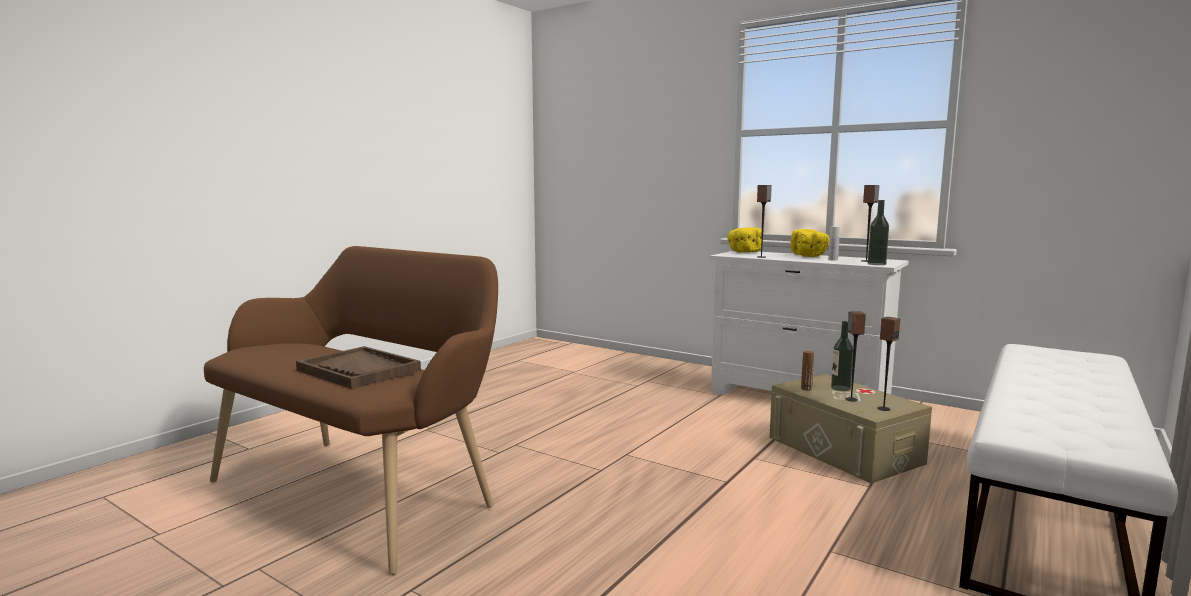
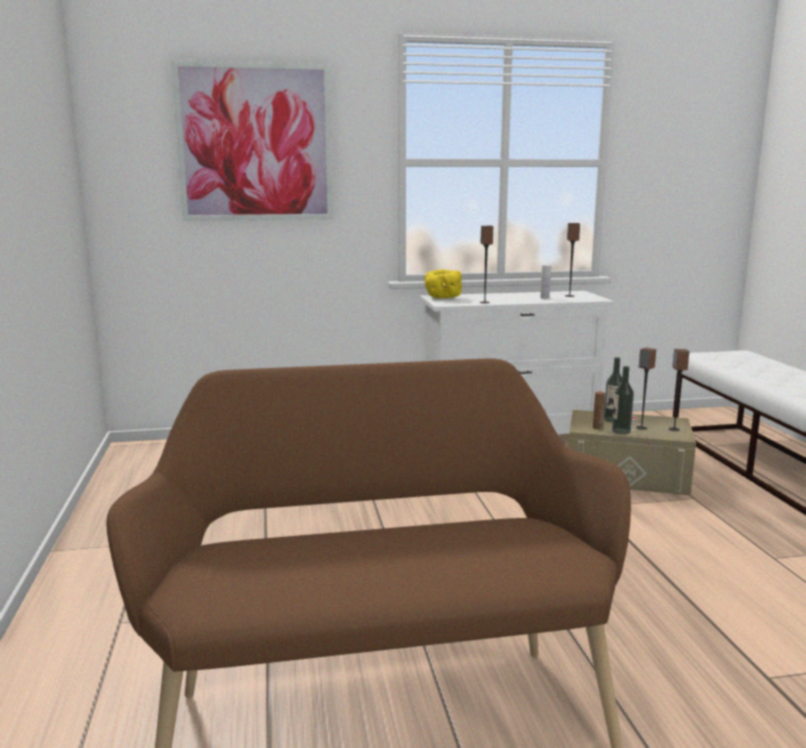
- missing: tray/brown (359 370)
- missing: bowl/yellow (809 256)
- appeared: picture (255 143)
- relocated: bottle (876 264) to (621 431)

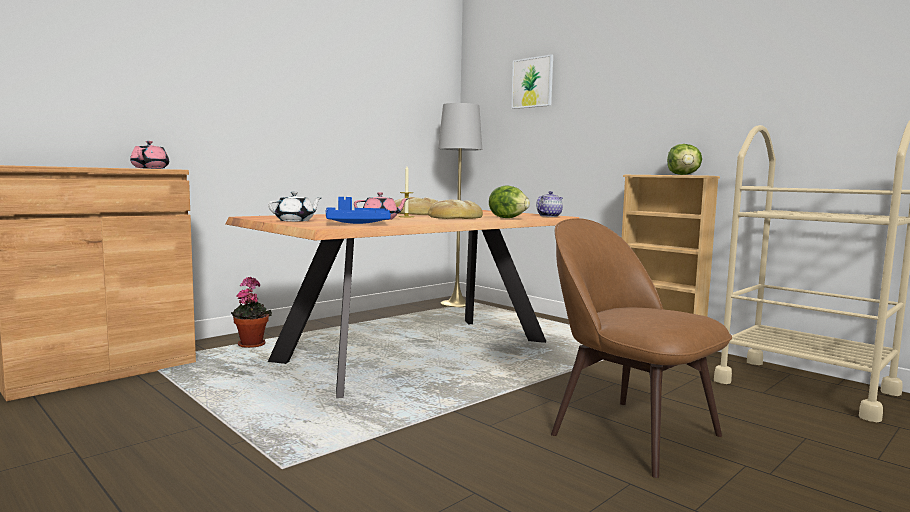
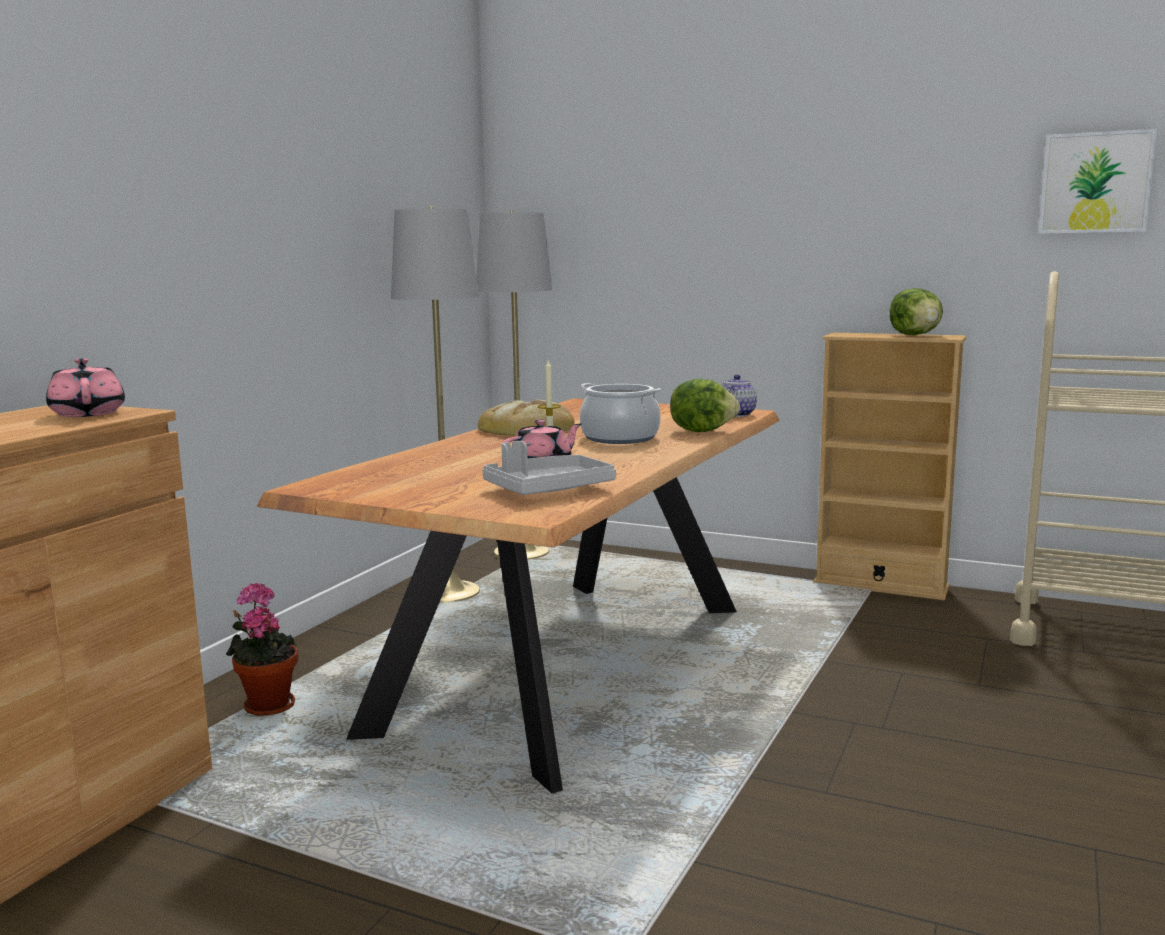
- missing: teapot/white (295 221)
- missing: chair/brown (629 432)
- appeared: floor lamp/grey (448 593)
- relocated: picture (532 82) to (1095 183)
- exchanged: bread (454 217) to cooking pot (620 438)
- colour: tray/blue (356 223) to tray/grey (548 490)

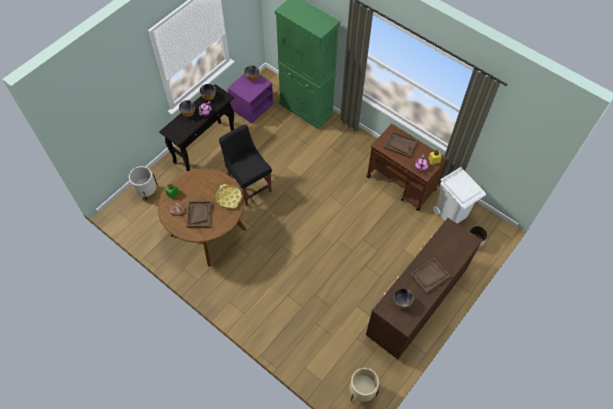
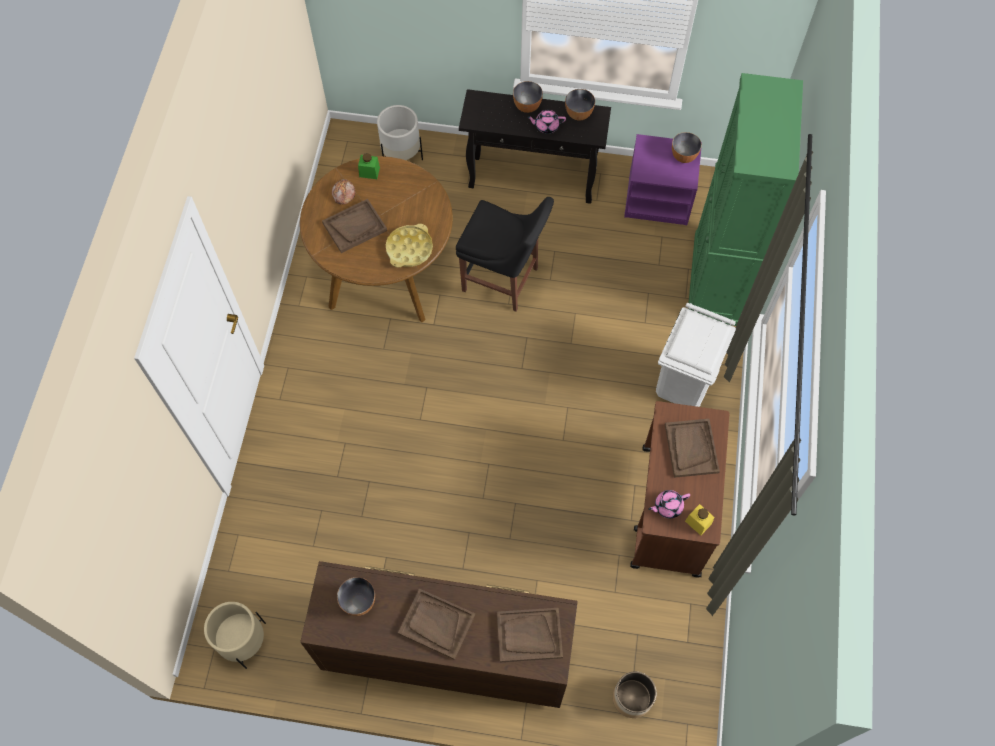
- appeared: tray/brown (529 635)
- relocated: trash can/white (452 212) to (684 384)
- spun: chair/black (249 186) = (503 281) 90 degrees clockwise

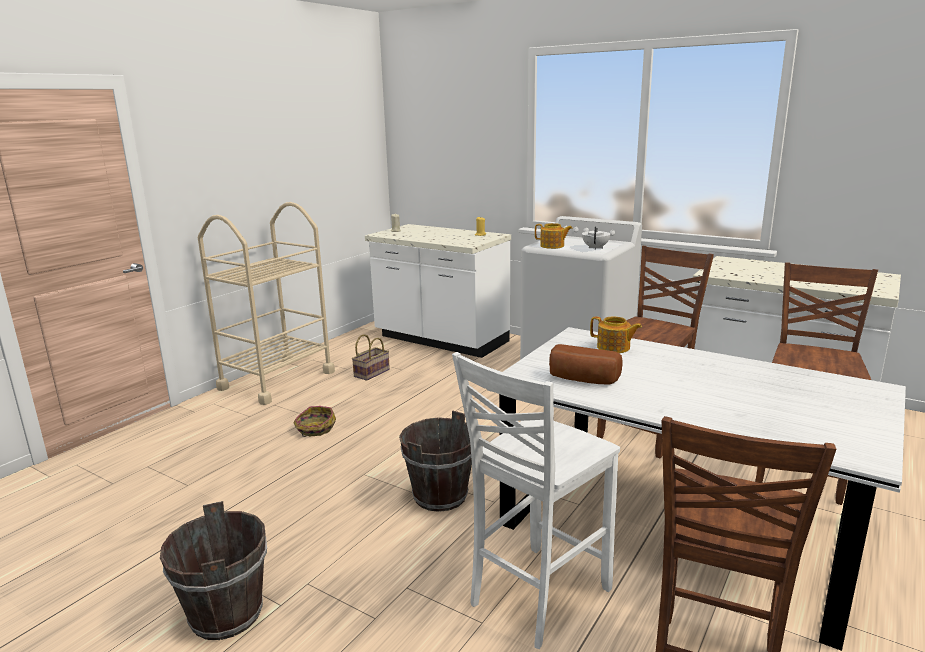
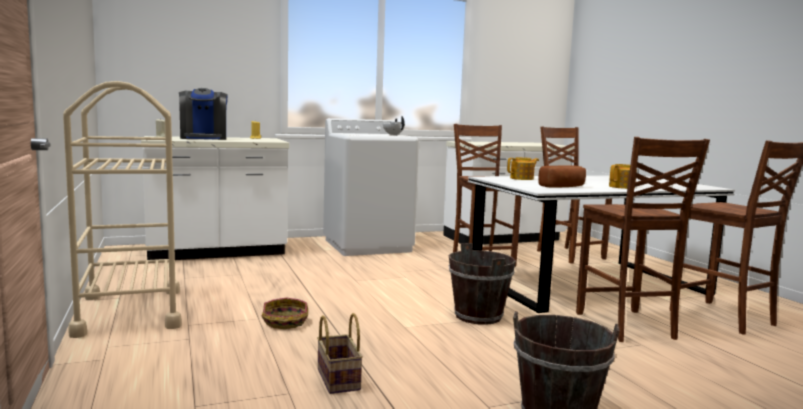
- appeared: coffee machine (204 138)
- relocated: basket (372 372) to (336 379)
- relocated: teapot (552 246) to (622 187)
- colour: chair/white (536 596) to chair/brown (626 326)

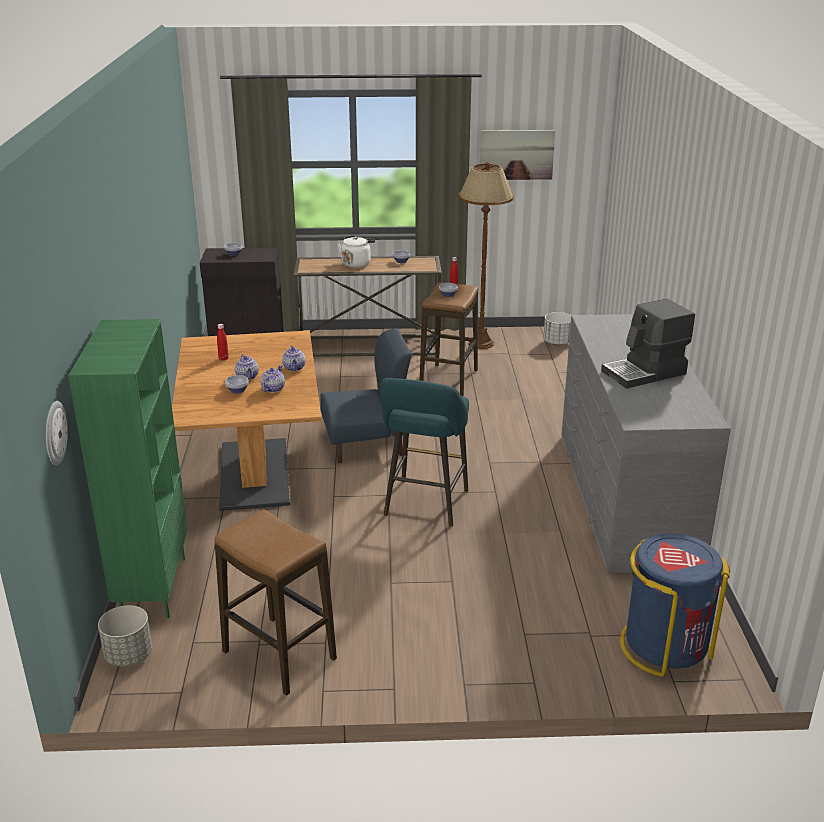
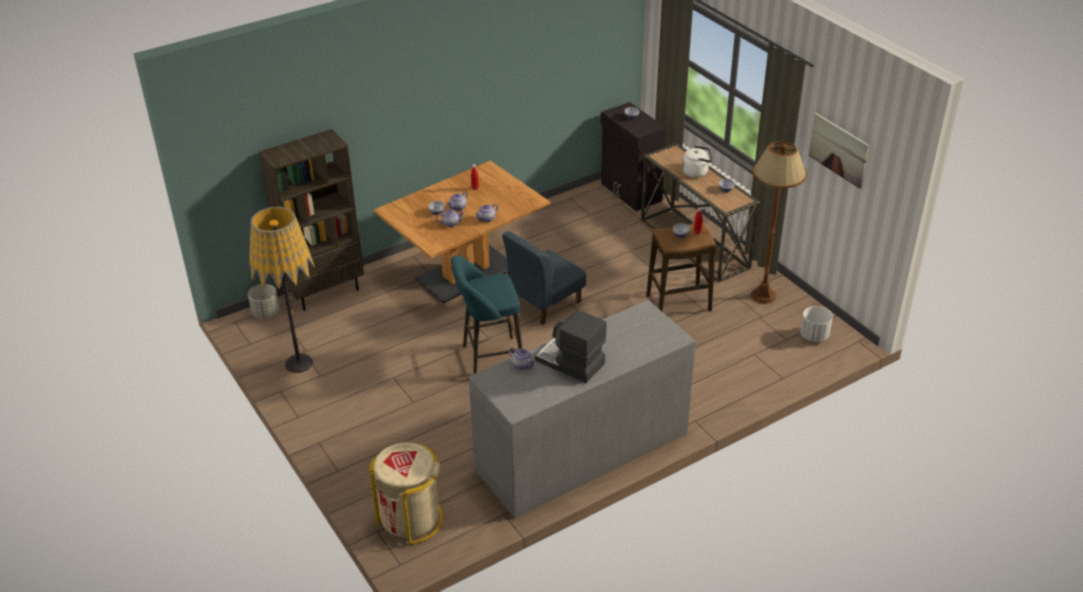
- missing: wall clock (54 433)
- appeared: teapot (523 365)
- exchanged: stool (279 655) to floor lamp (298 363)
- colour: bookcase/green (153 587) to bookcase/brown (325 292)
- colour: trash can/blue (664 646) to trash can/beige (411 518)
- spun: chair/blue (366 444) = (544 303) 90 degrees clockwise

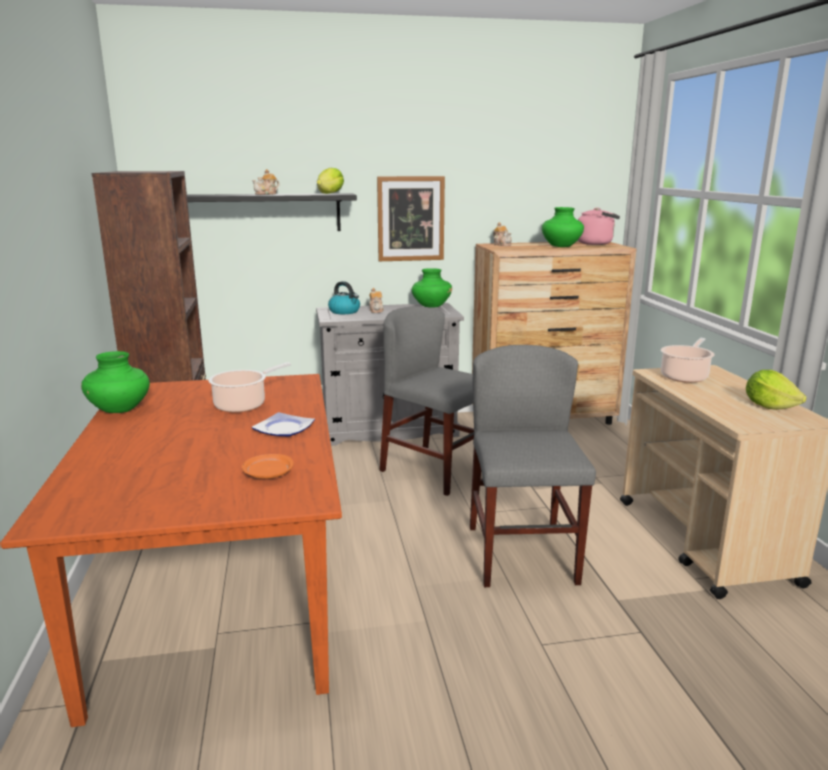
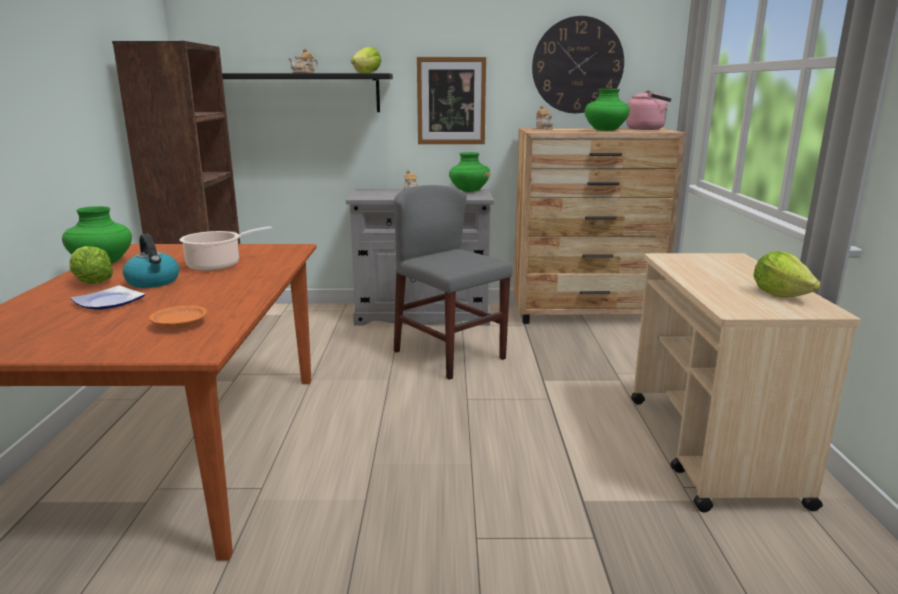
- missing: chair/grey (521 554)
- missing: cooking pot (685 376)
- appeared: lettuce (92 283)
- appeared: wall clock (577 65)
- relocated: plate (285 428) to (111 302)
- relocated: kettle (345 311) to (153 282)

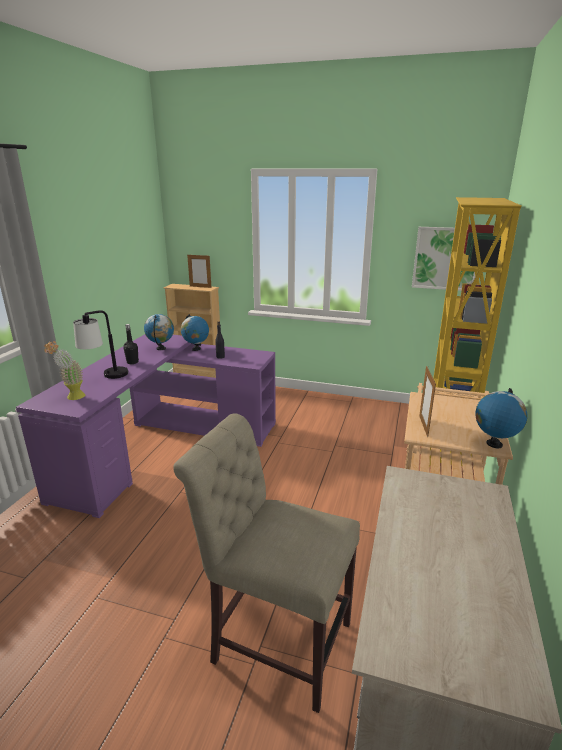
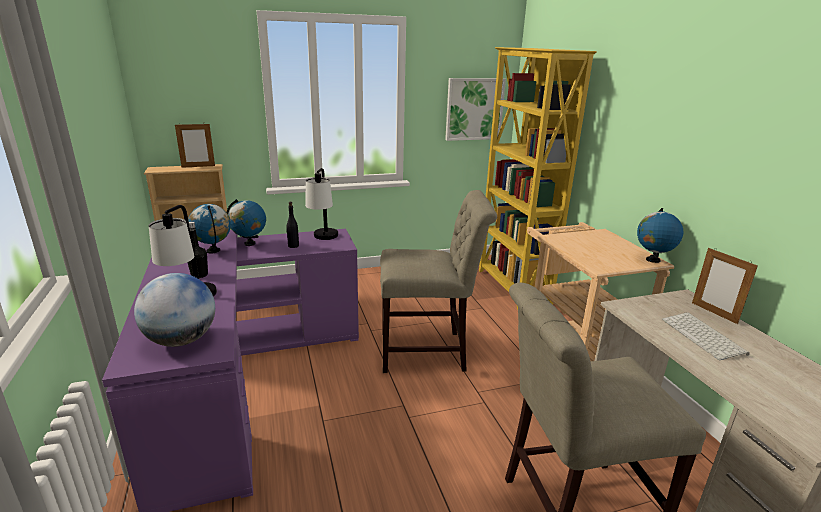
- appeared: table lamp (324 240)
- appeared: chair/beige (428 351)
- appeared: keyboard (704 336)
- relocated: picture frame (423 426) to (714 313)
- exchanged: potted plant (72 398) to globe (181 340)

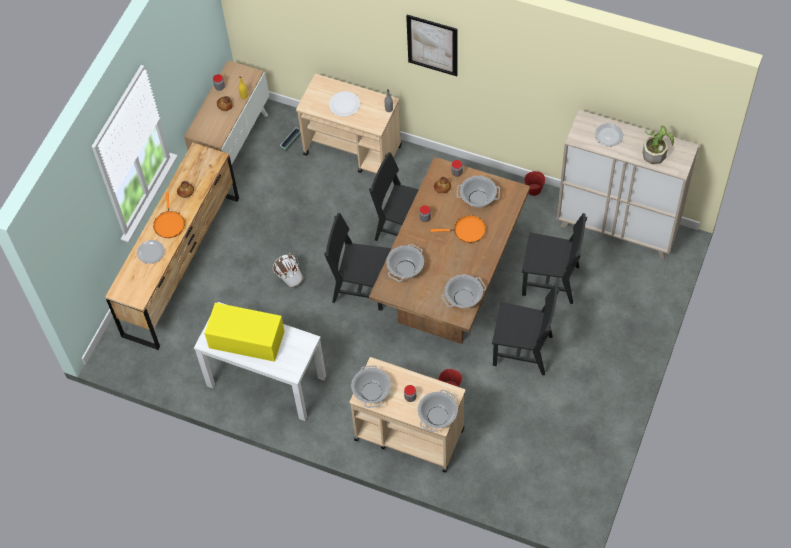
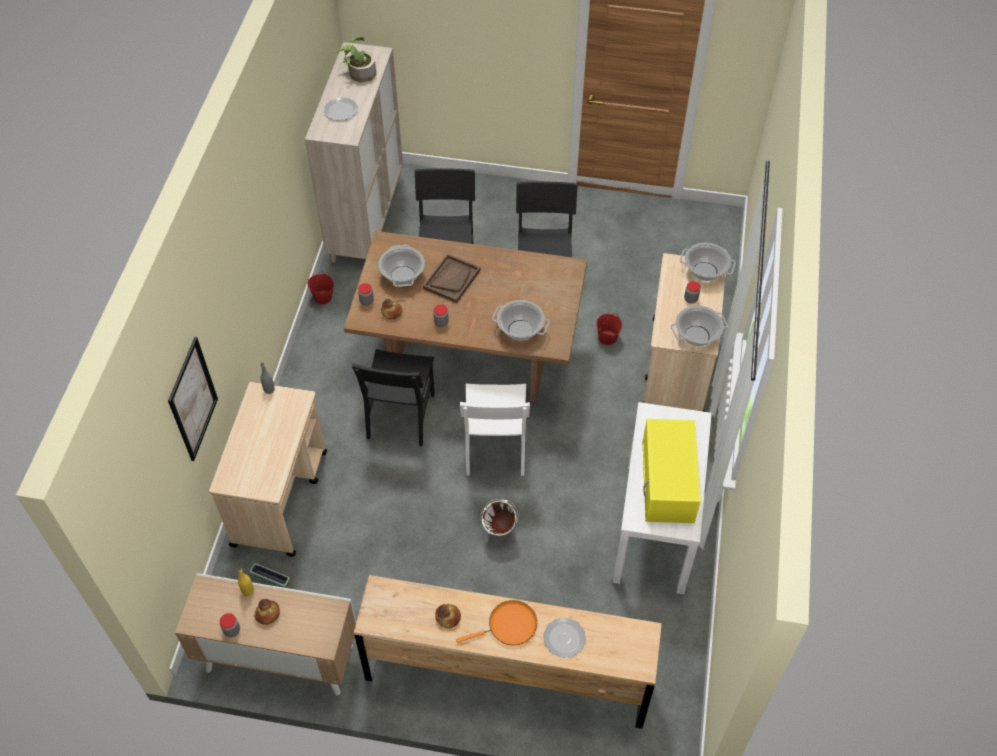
- missing: plate/white (344 104)
- missing: cooking pot (463 298)
- relocated: picture (432 45) to (193 399)
- exchanged: frying pan/orange (467 231) to tray/brown (452 279)
- colour: chair/black (361 287) to chair/white (495 447)

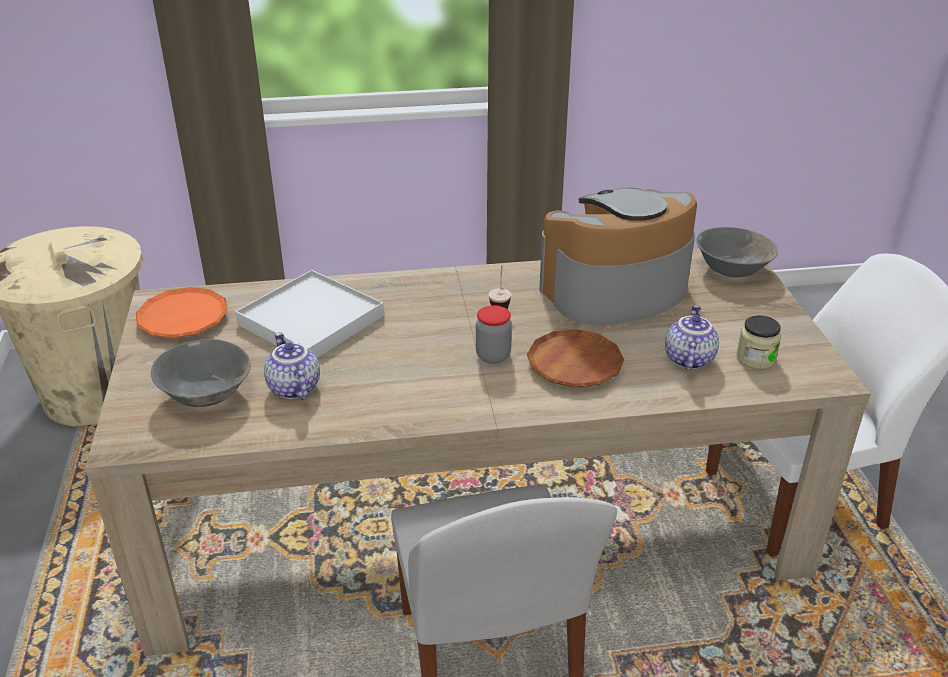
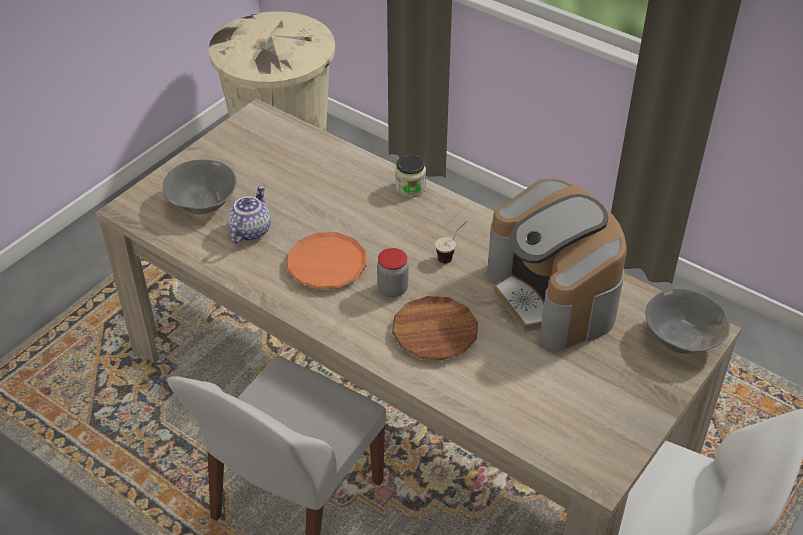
- missing: tray/white (311 320)
- missing: teapot (687 359)
- relocated: plate/orange (183 318) to (327 265)
- relocated: jar (755 358) to (410 188)
- spun: coffee machine (615 291) = (554 295) 135 degrees counterclockwise

